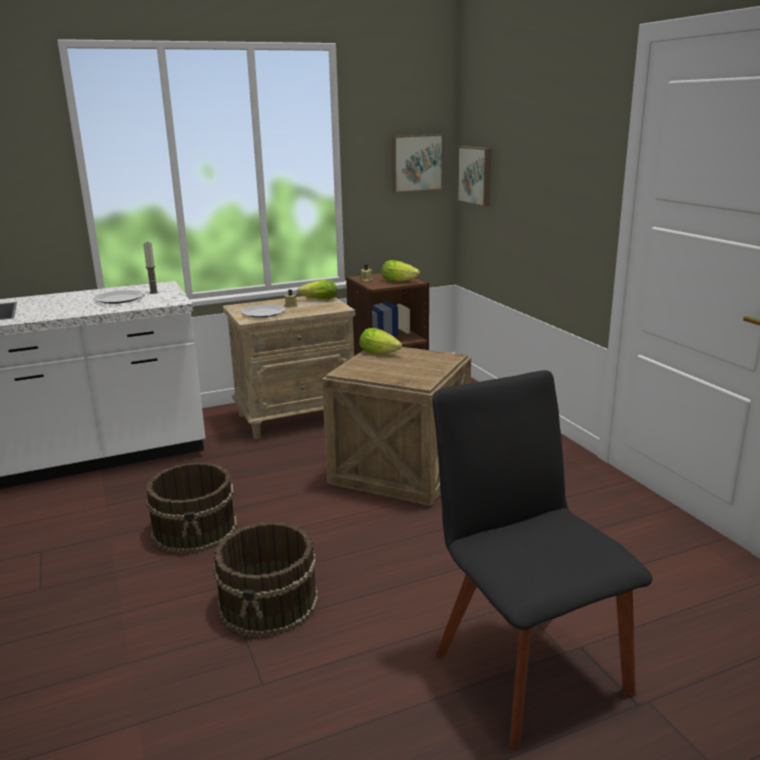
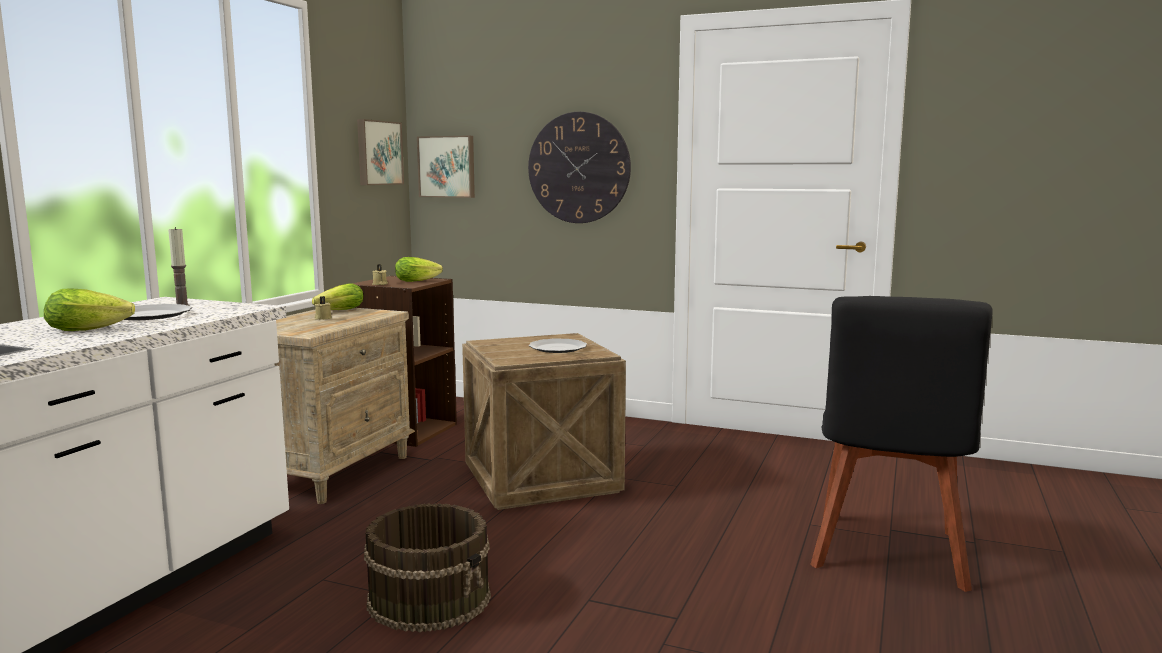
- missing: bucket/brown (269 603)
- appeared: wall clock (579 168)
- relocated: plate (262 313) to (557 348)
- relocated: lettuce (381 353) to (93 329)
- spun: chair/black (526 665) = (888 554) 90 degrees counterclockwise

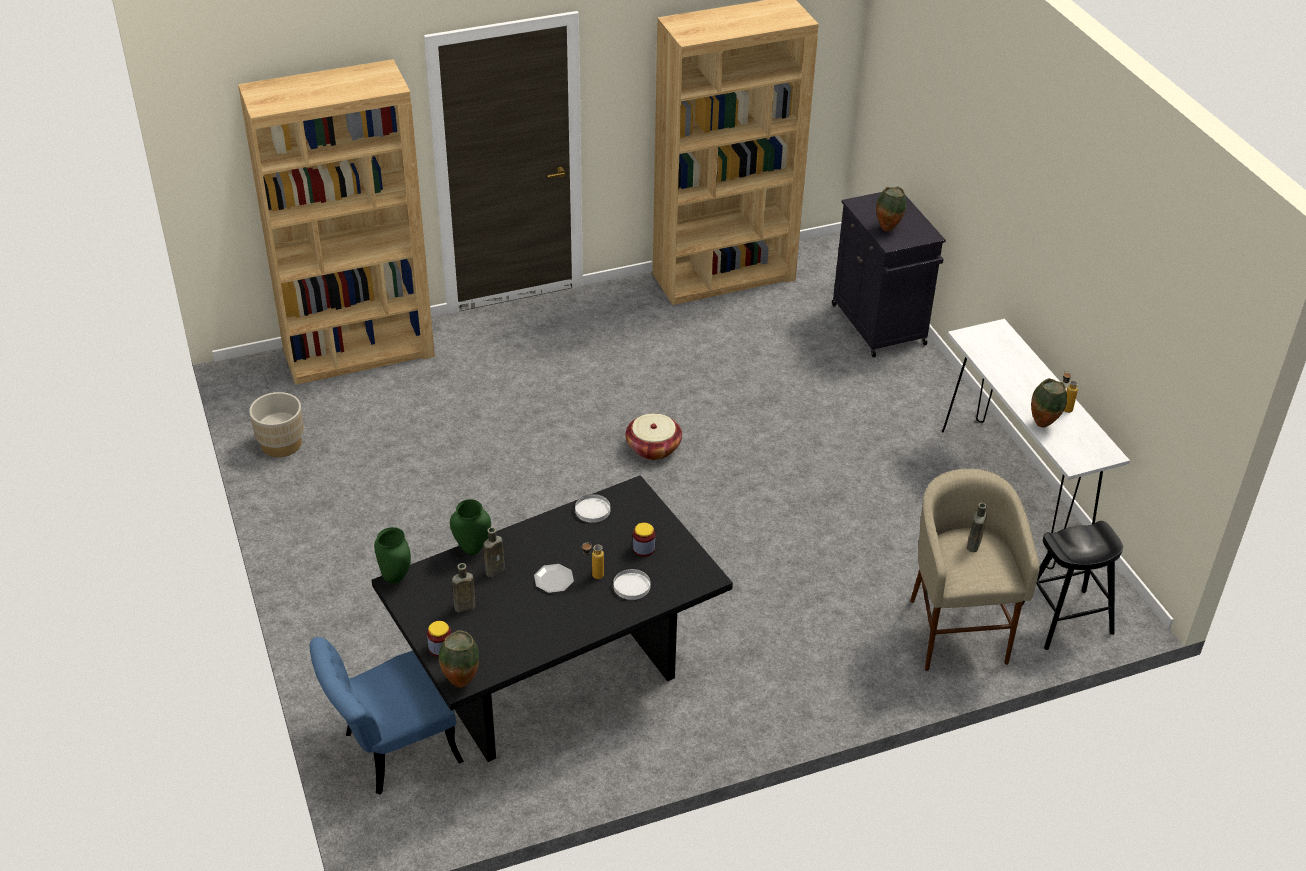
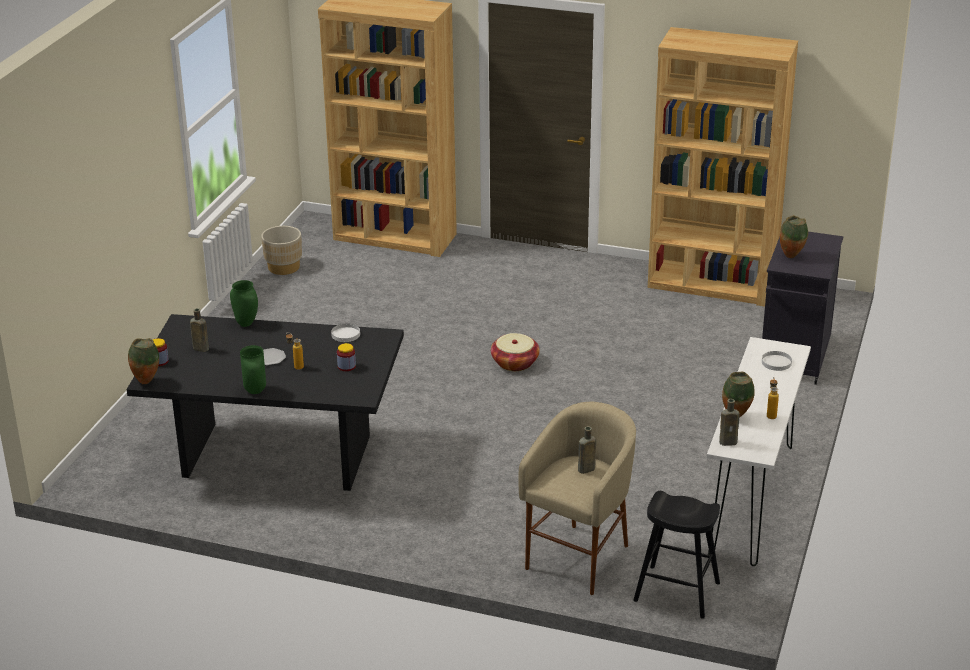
- missing: chair/blue (390 752)
- relocated: vase/green (396 577) to (256 391)
- relocated: bottle/brown (496 570) to (729 442)
- relocated: plate/white (632 586) to (776 362)

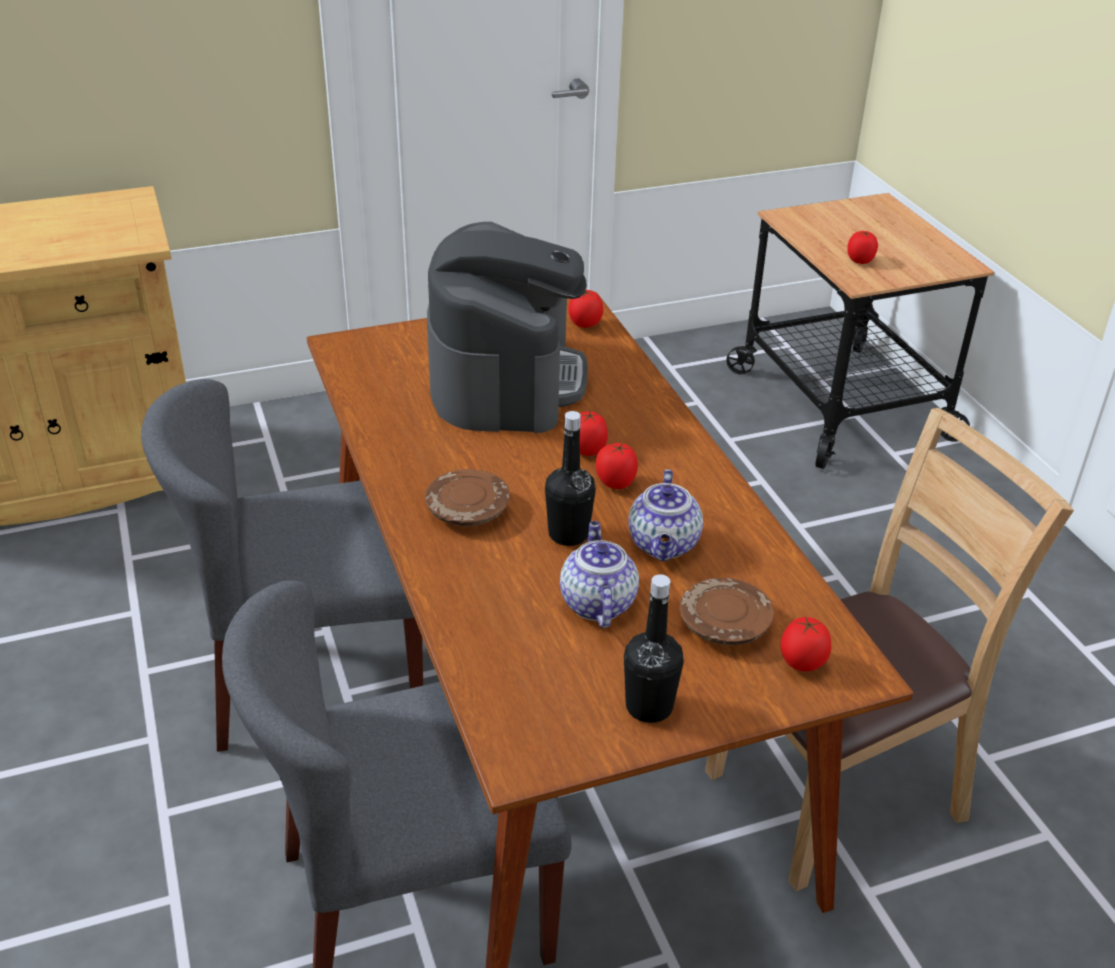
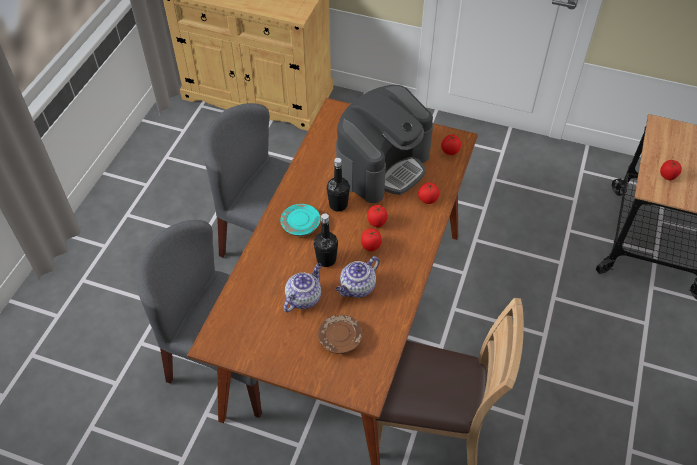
- relocated: bottle/black (649 706) to (338 205)
- relocated: tomato (801 663) to (427 200)
- colour: plate/brown (468 510) to plate/turquoise (300 225)

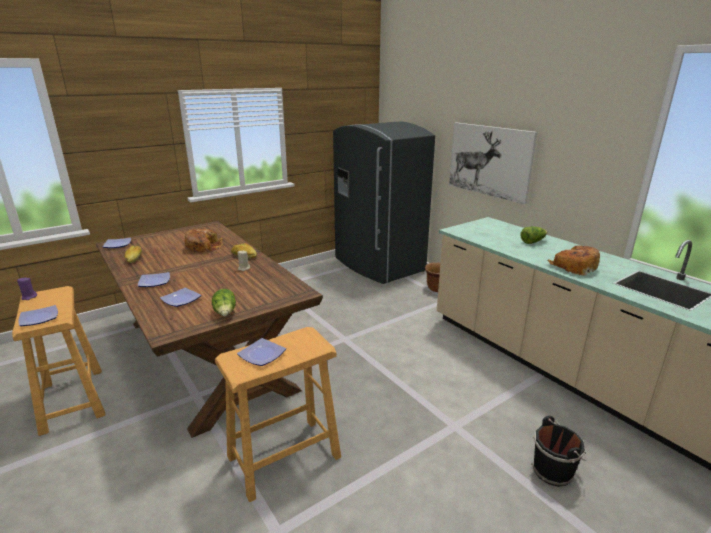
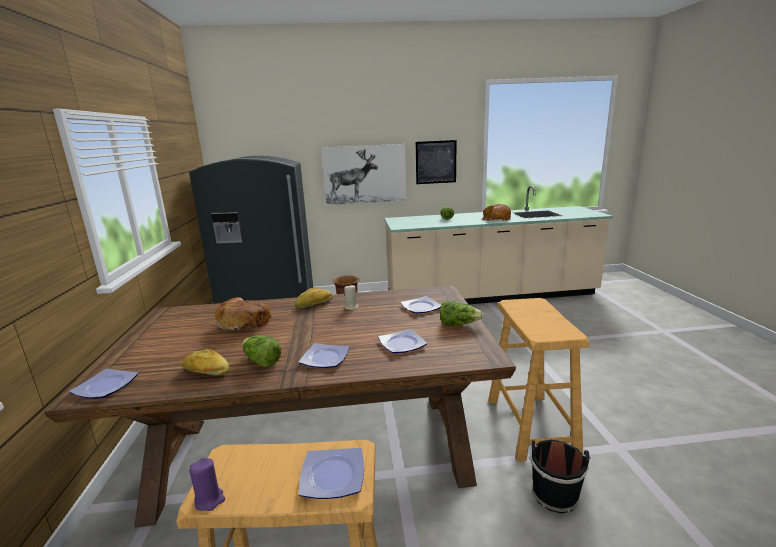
- appeared: lettuce (261 361)
- appeared: picture (436 162)
- relocated: plate (261 355) to (420 308)
- relocated: bucket/black (554 470) to (554 493)

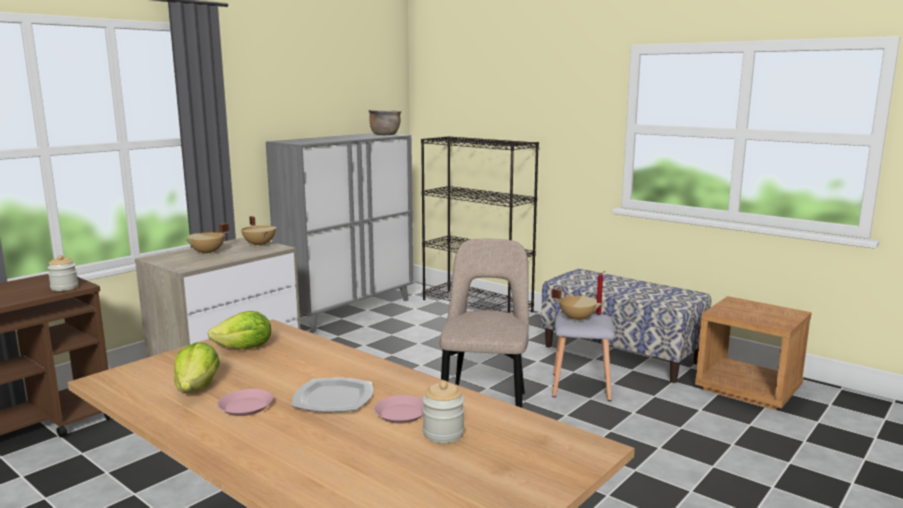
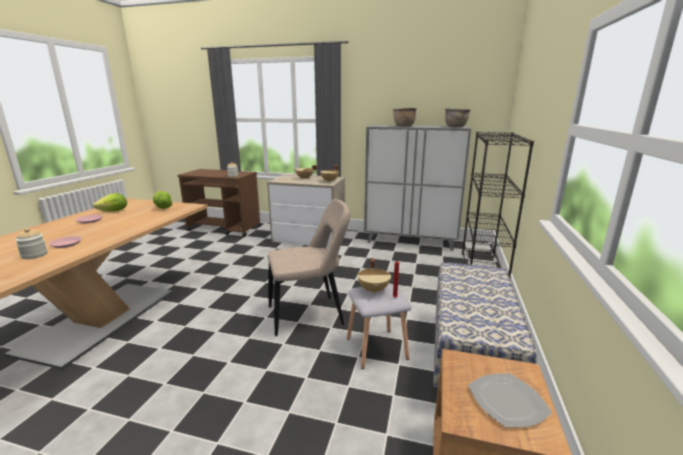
- appeared: cooking pot/brown (403 126)
- relocated: plate (334 398) to (507 402)

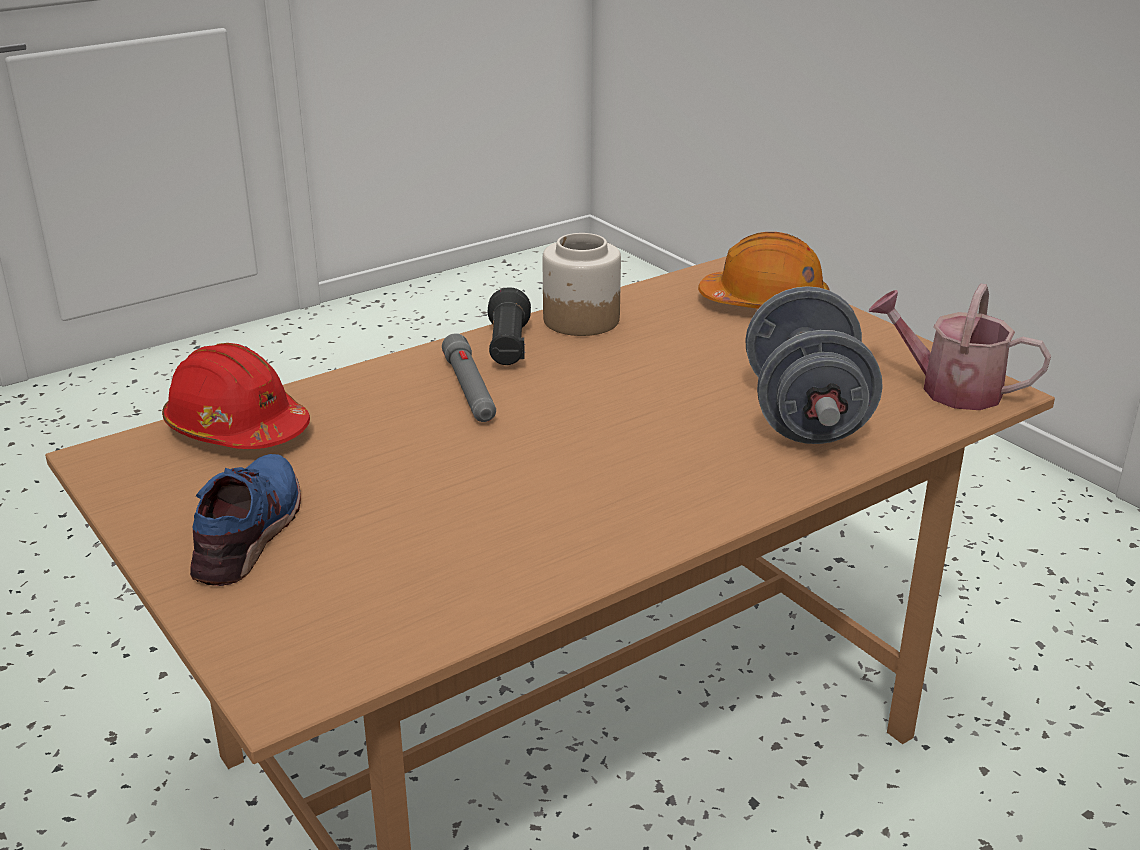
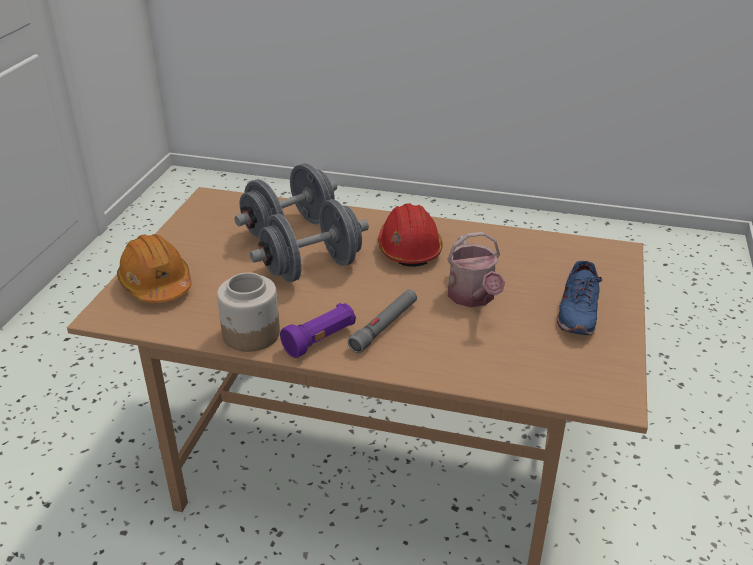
- appeared: dumbbell/grey (312 268)
- relocated: hard hat/red (237 429) to (409 249)
- relocated: watering can (949 389) to (473 297)
- colour: flashlight/black (508 348) to flashlight/purple (320 340)
- spun: shoe/blue (250 532) = (577 311) 45 degrees counterclockwise

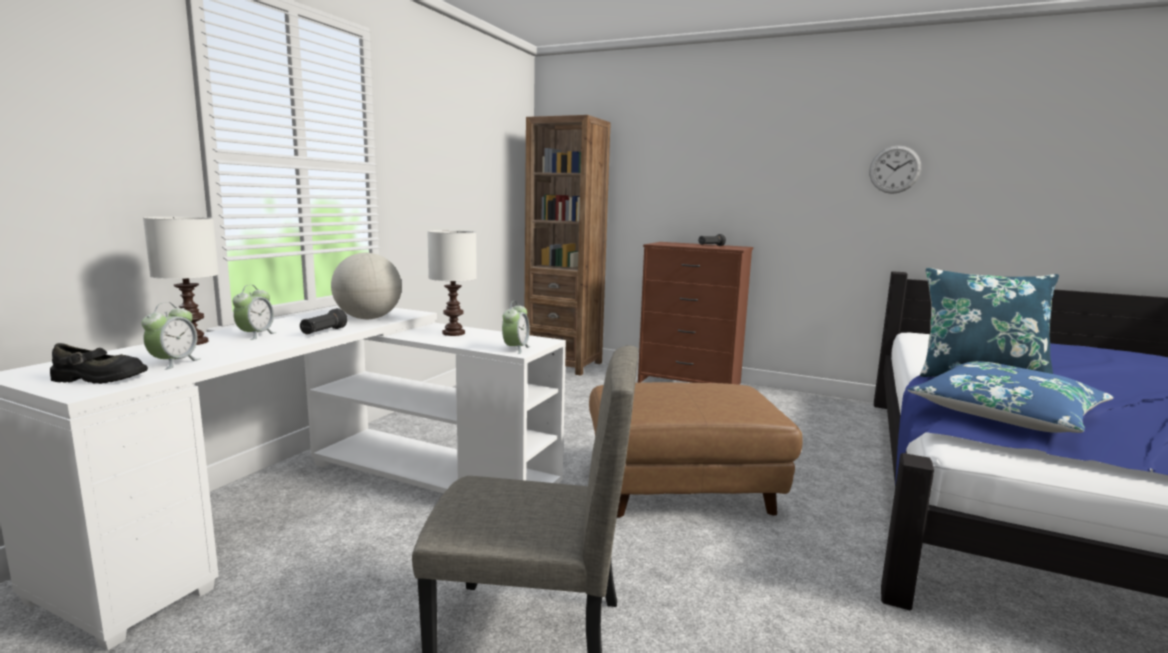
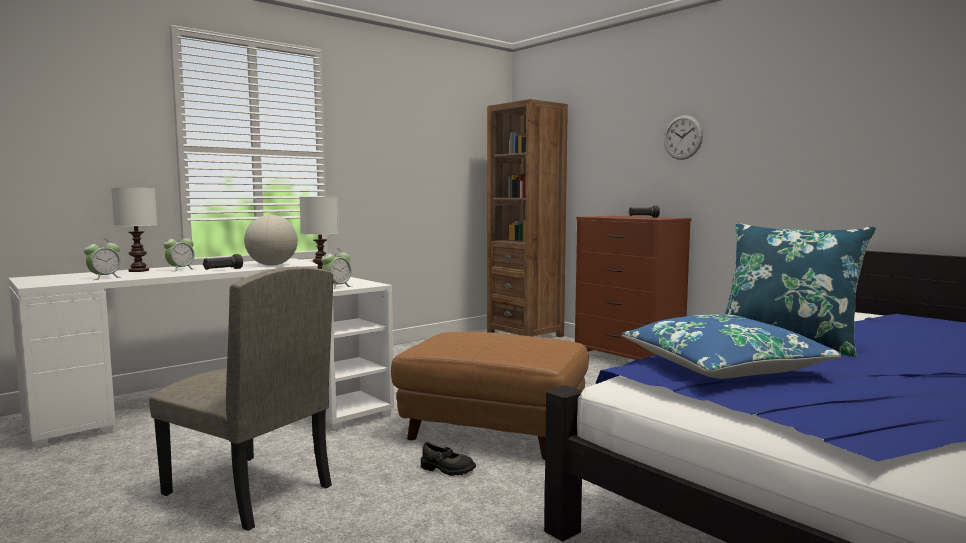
- relocated: shoe/black (99 379) to (447 469)
- relocated: wall clock (894 169) to (683 137)

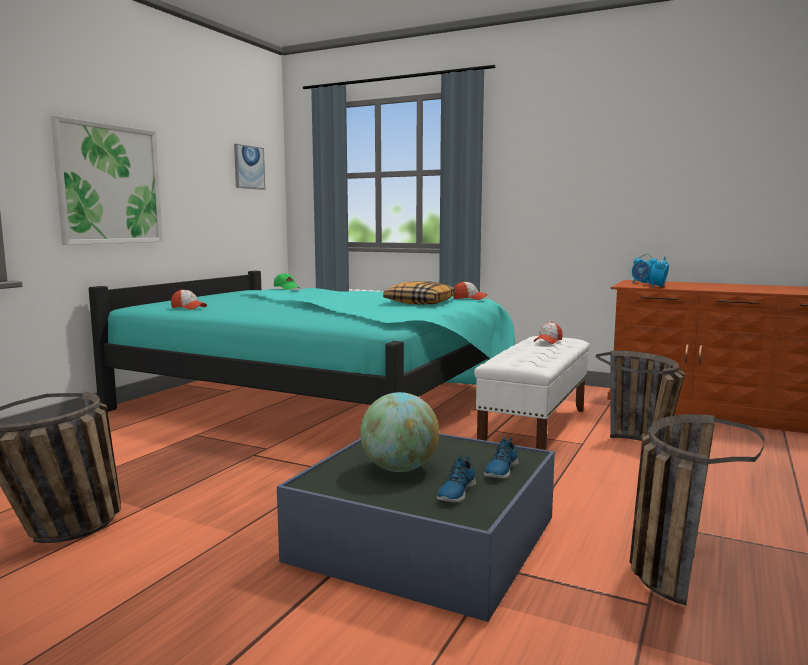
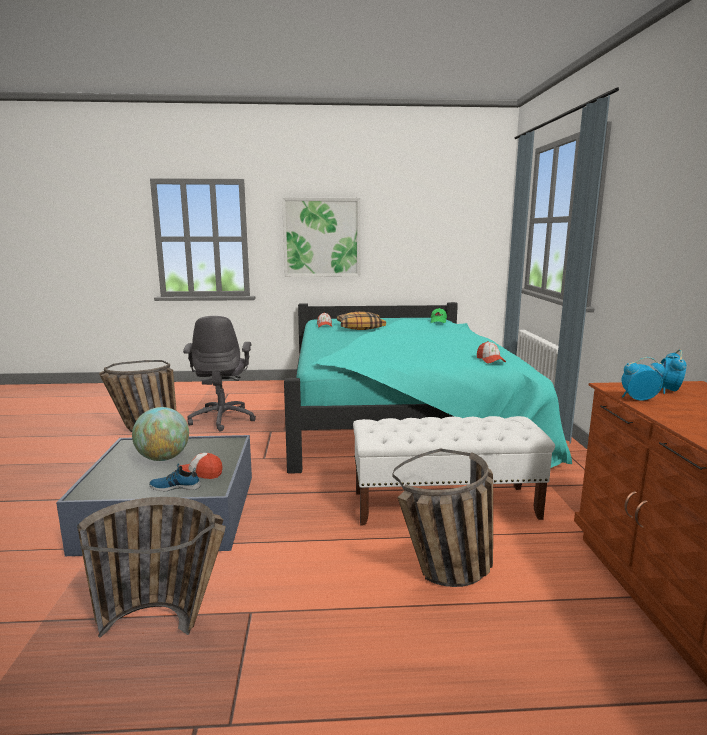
- missing: picture (249 167)
- missing: shoe (455 492)
- appeared: office chair/grey (223 419)
- relocated: pillow (419 302) to (360 327)
- relocated: cap (548 341) to (200 473)

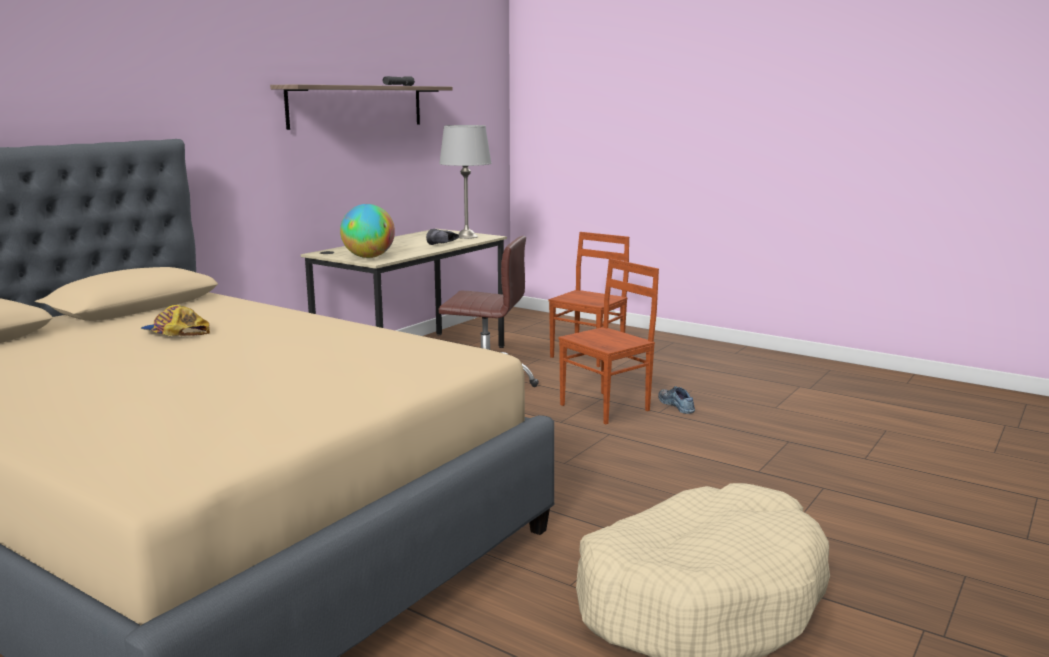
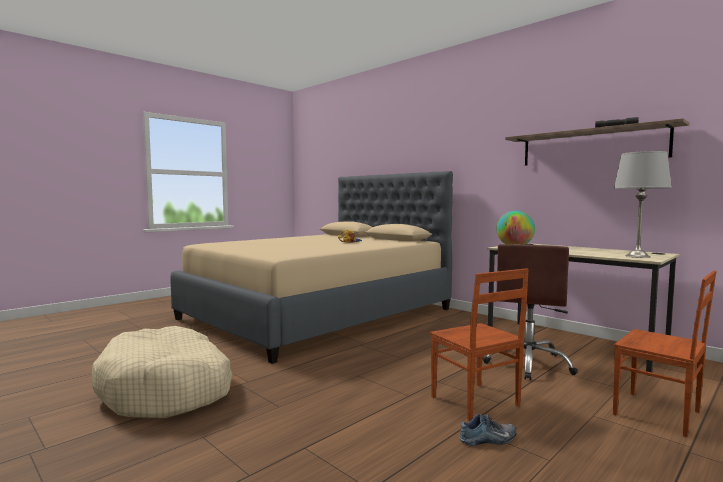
- missing: shoe/black (443 244)

